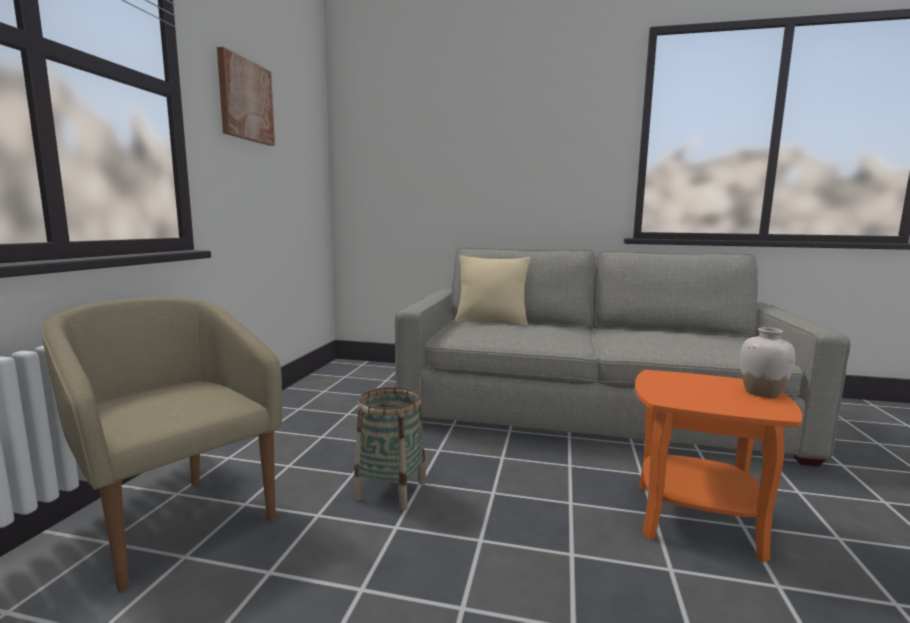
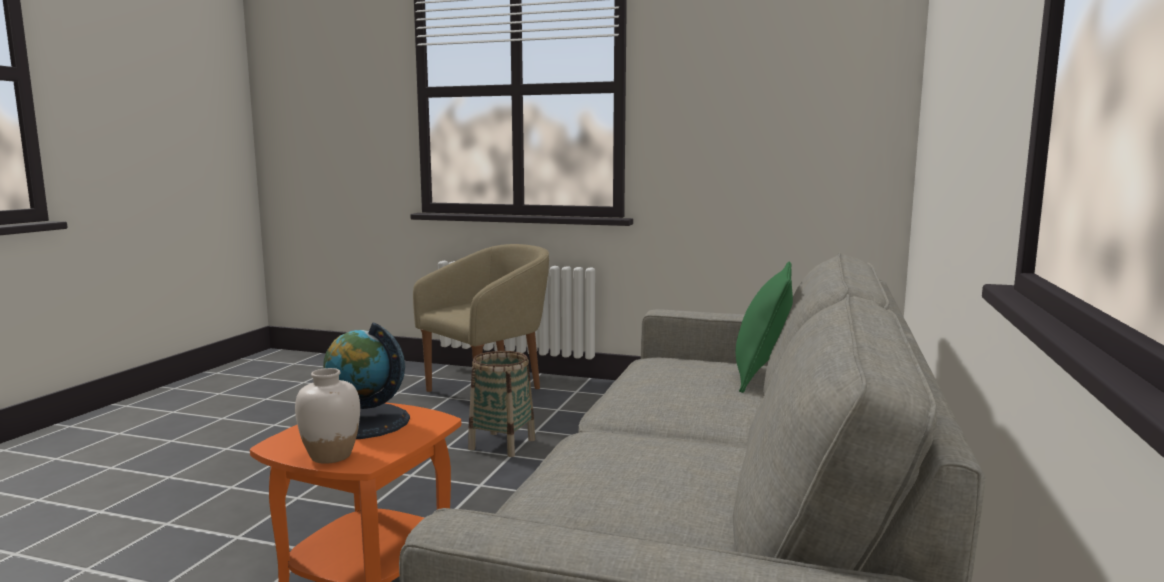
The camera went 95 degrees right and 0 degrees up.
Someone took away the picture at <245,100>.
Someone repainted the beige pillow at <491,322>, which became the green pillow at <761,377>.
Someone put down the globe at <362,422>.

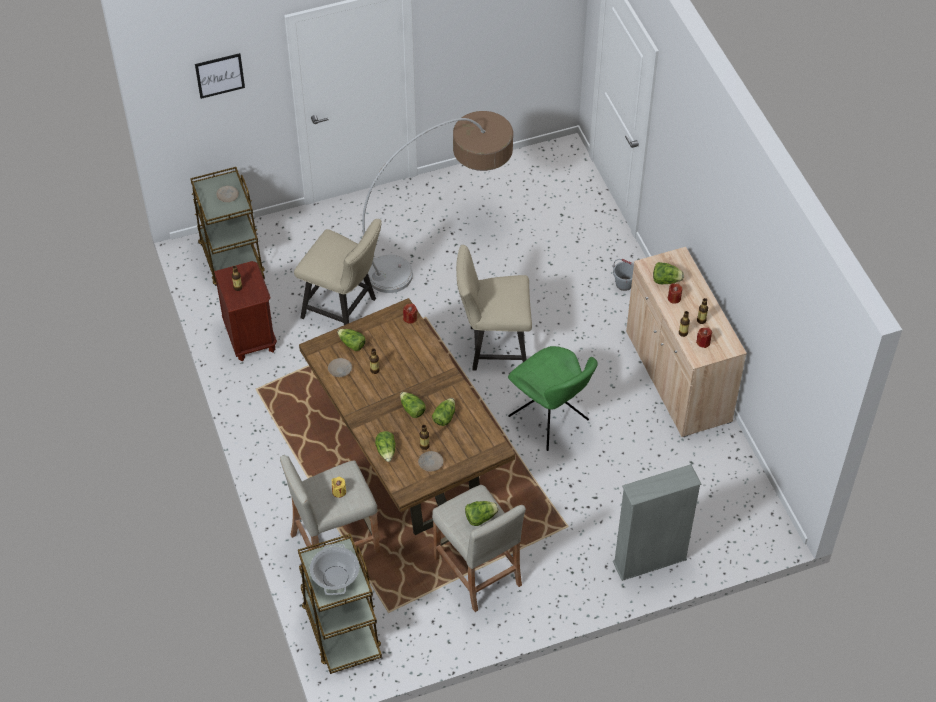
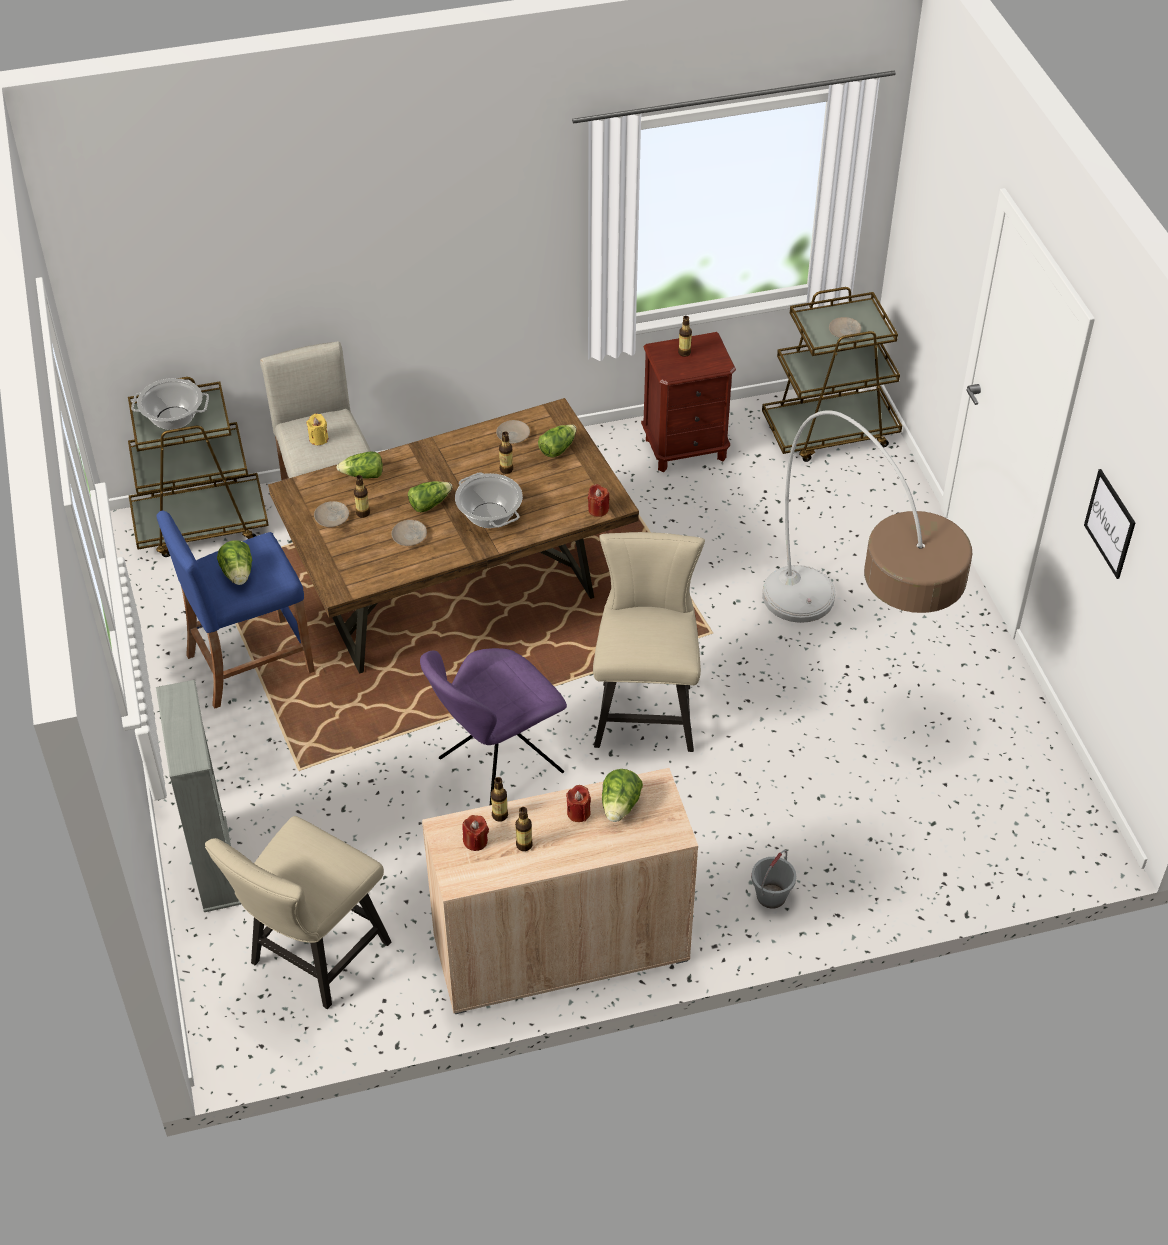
The camera went 95 degrees right and 5 degrees down.
Someone carried the picture from <220,75> to <1110,523>.
Someone carried the beige chair from <344,309> to <313,958>.
Someone repainted the green chair at <550,420>, which became the purple chair at <496,767>.
Someone swapped the lettuce at <444,416> for the beige plate at <409,536>.
Someone repainted the beige stool at <477,571>, which became the blue stool at <250,663>.
Someone put down the cooking pot at <490,515>.

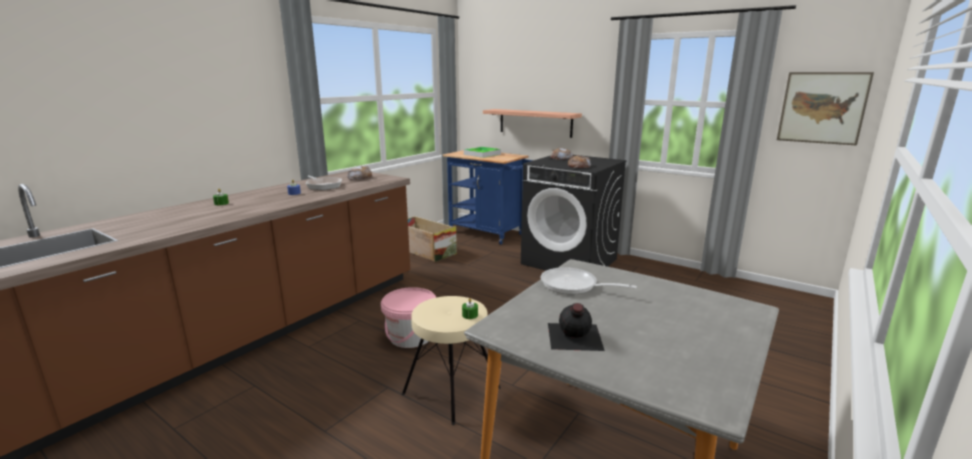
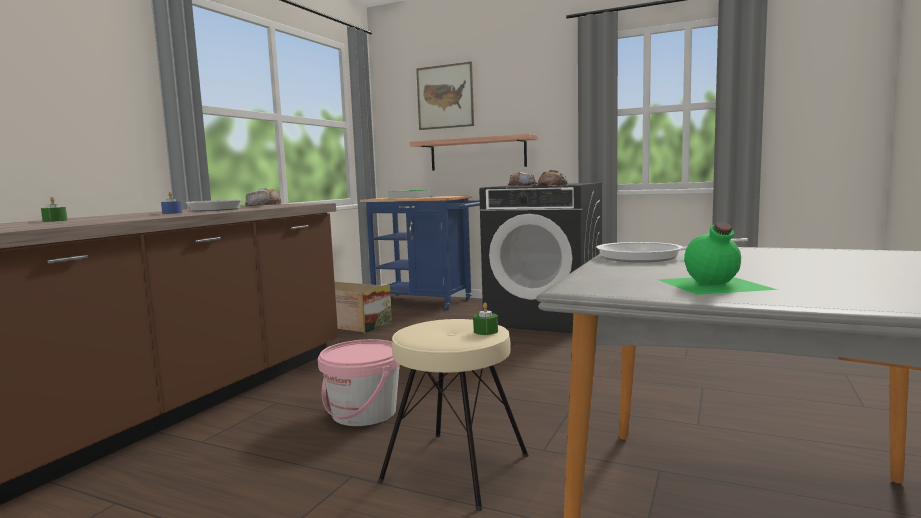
The camera went 10 degrees left and 10 degrees down.
Someone carried the picture from <822,108> to <445,96>.
Someone repainted the black bottle at <573,336>, which became the green bottle at <713,284>.

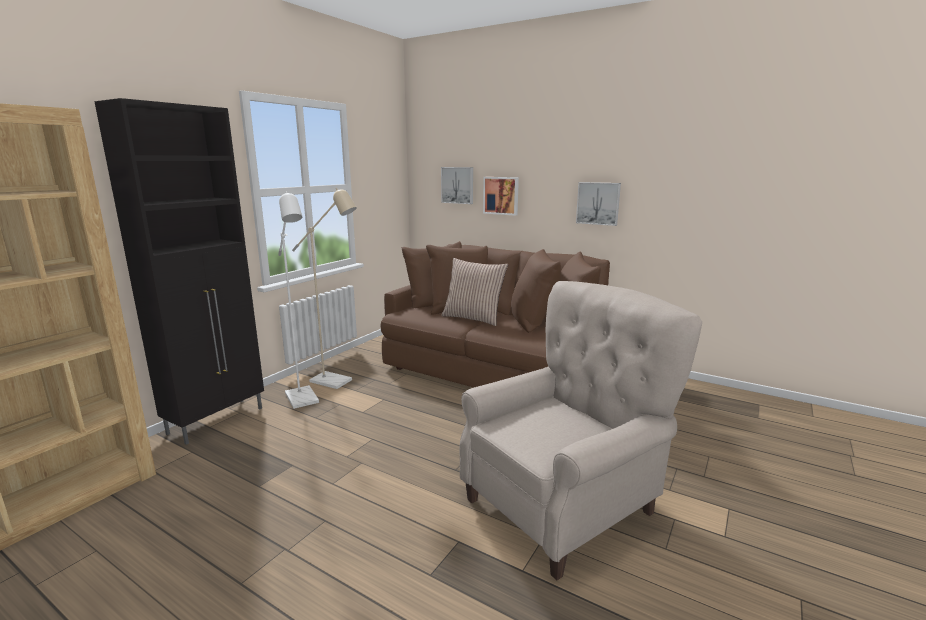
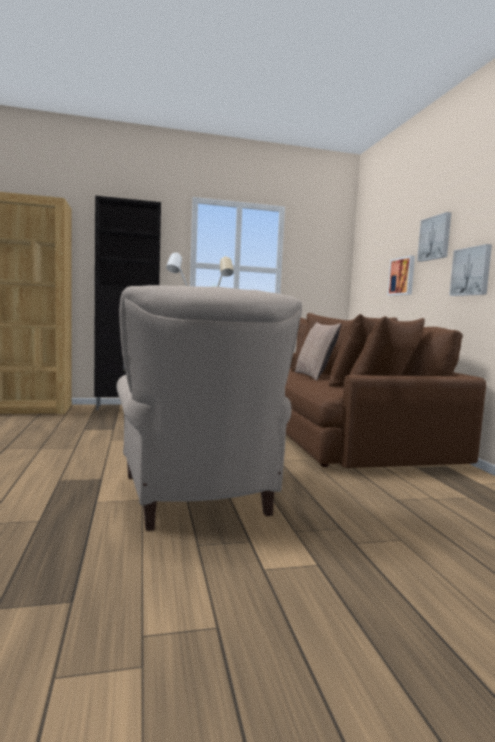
The camera went 45 degrees right and 10 degrees down.
Someone carried the picture from <458,185> to <435,238>.
Someone rotated the beige armchair at <565,503> by 60 degrees clockwise.

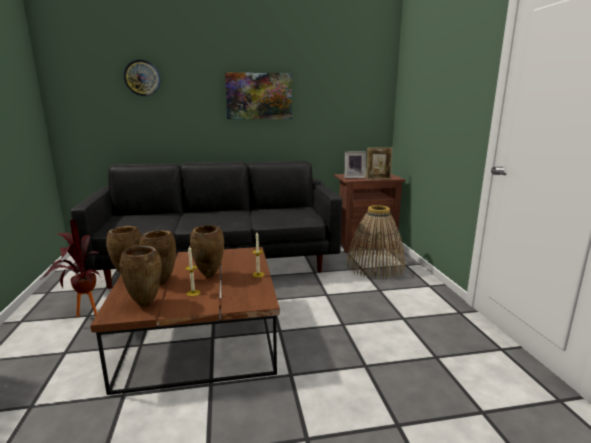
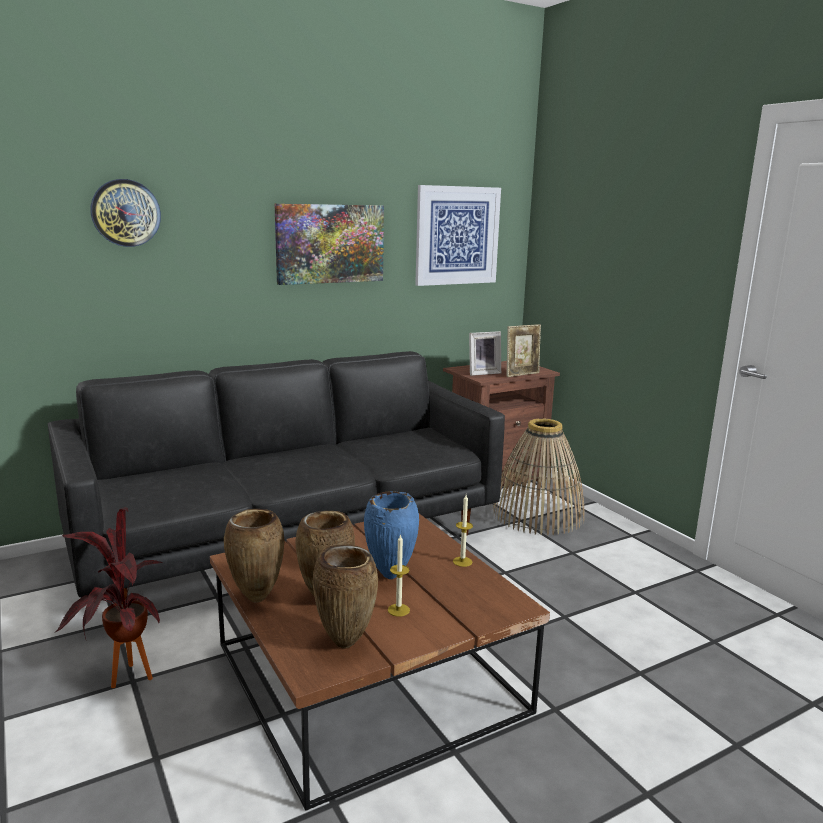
The camera went 20 degrees left and 0 degrees up.
Someone repainted the brown vase at <209,276>, which became the blue vase at <391,576>.
Someone put up the picture at <457,235>.

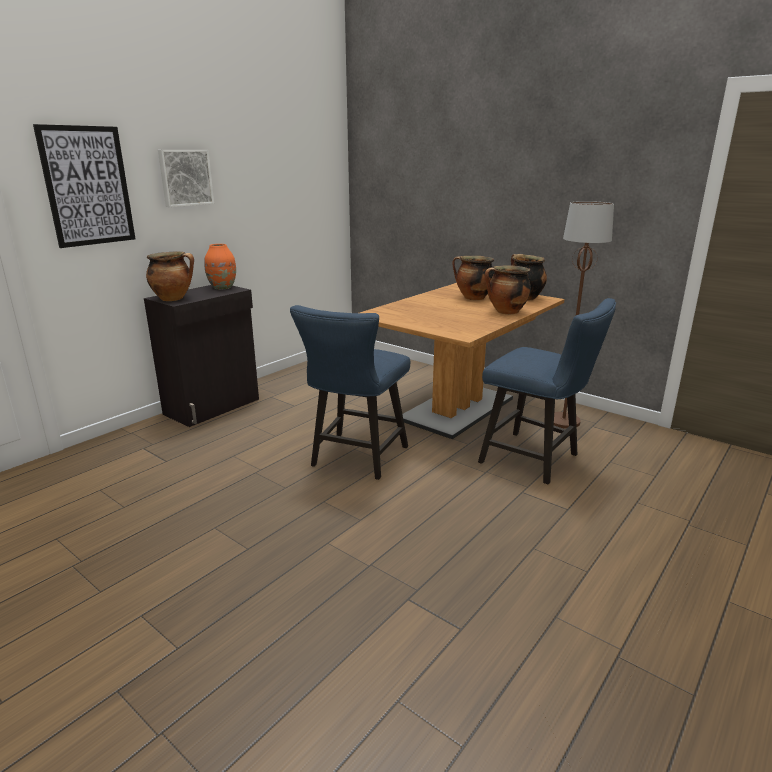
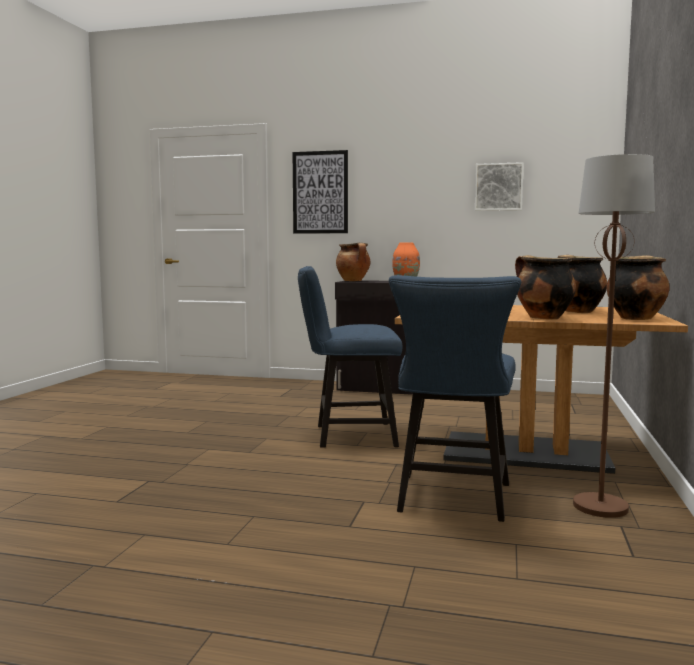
The camera went 65 degrees right and 15 degrees down.
Someone carried the picture from <185,177> to <498,187>.

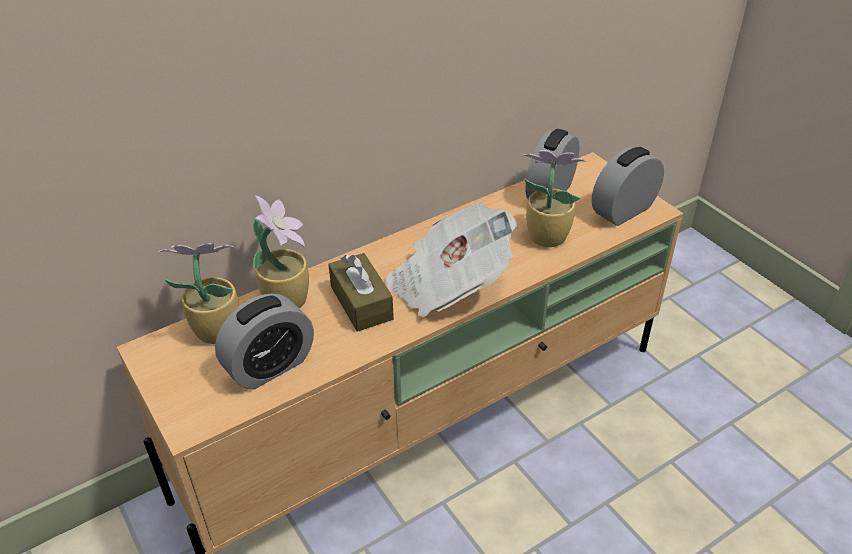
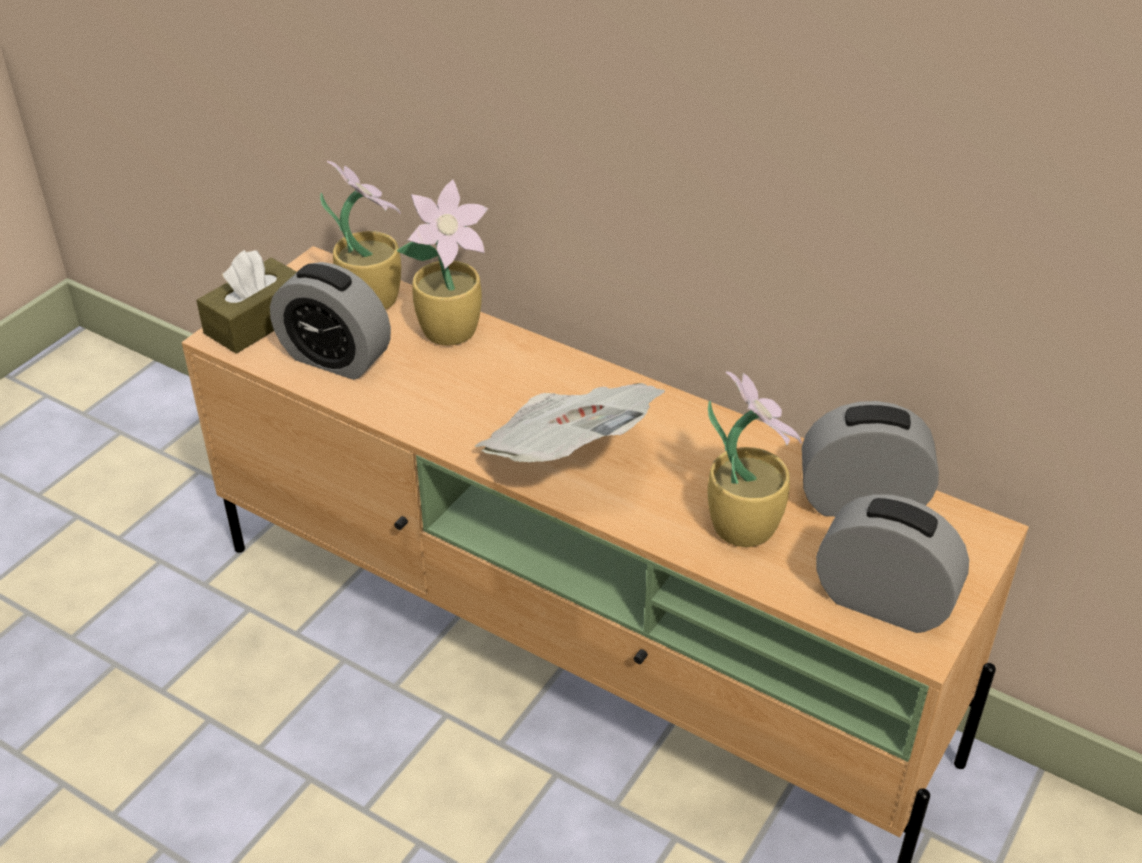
The camera went 65 degrees right and 0 degrees up.
Someone carried the brown tissue box from <361,303> to <257,321>.

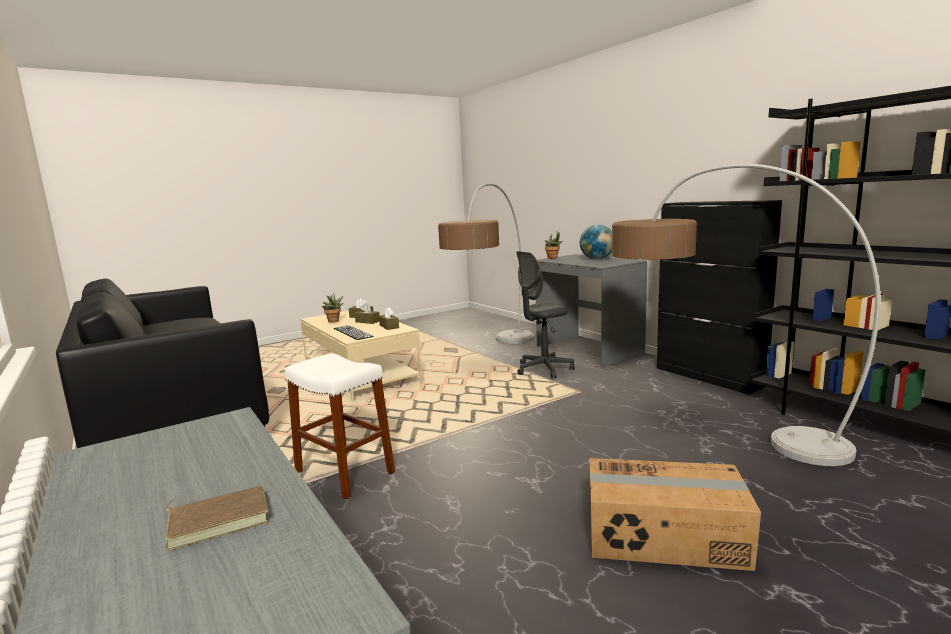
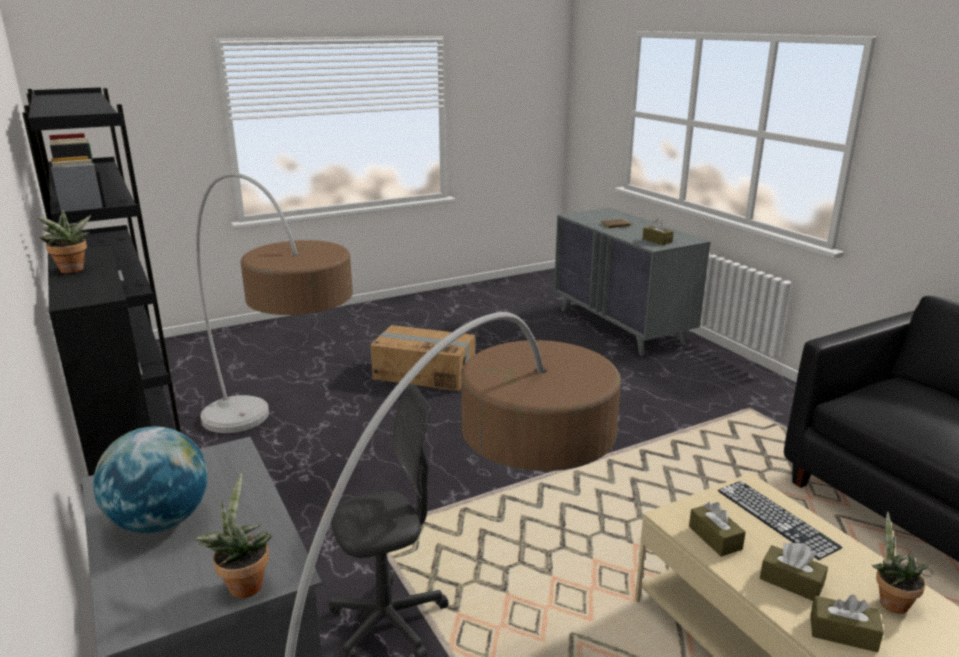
The camera went 175 degrees left and 10 degrees up.
Someone took away the white stool at <344,472>.
Someone put down the potted plant at <72,271>.
Someone put down the brown tissue box at <657,241>.

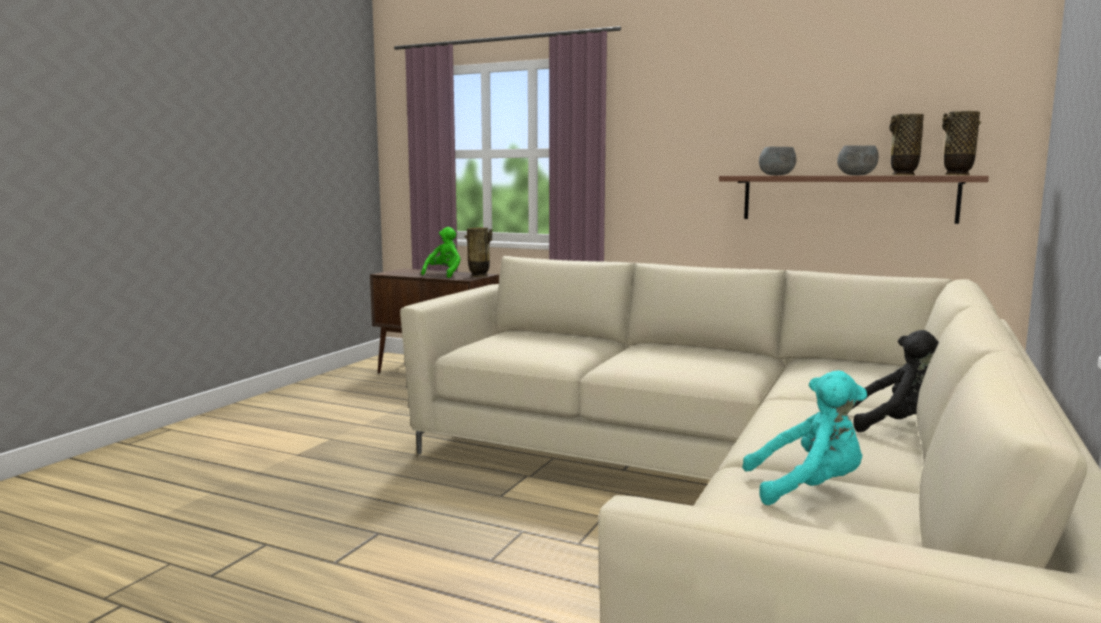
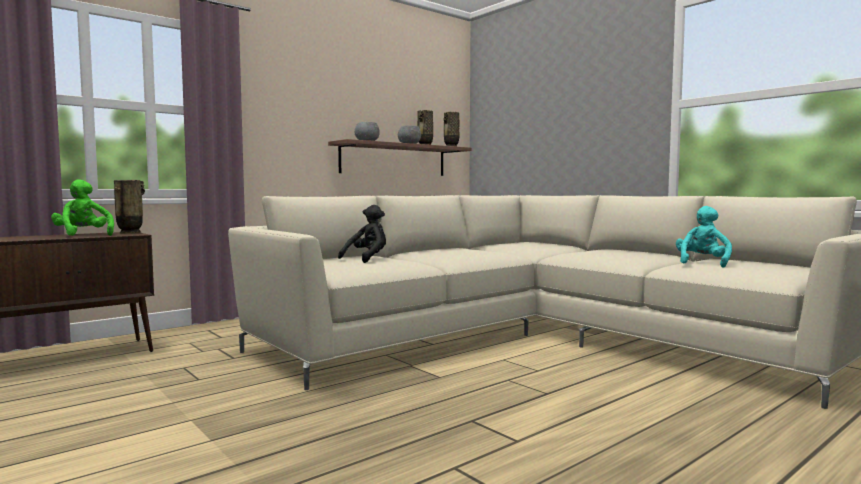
The camera went 65 degrees left and 5 degrees down.
Someone carried the black plush toy from <895,424> to <367,259>.

